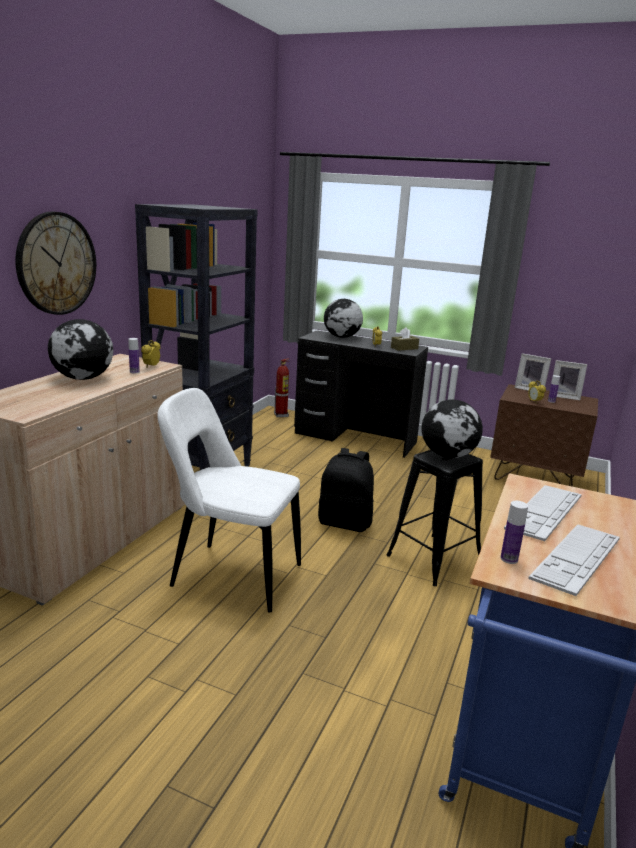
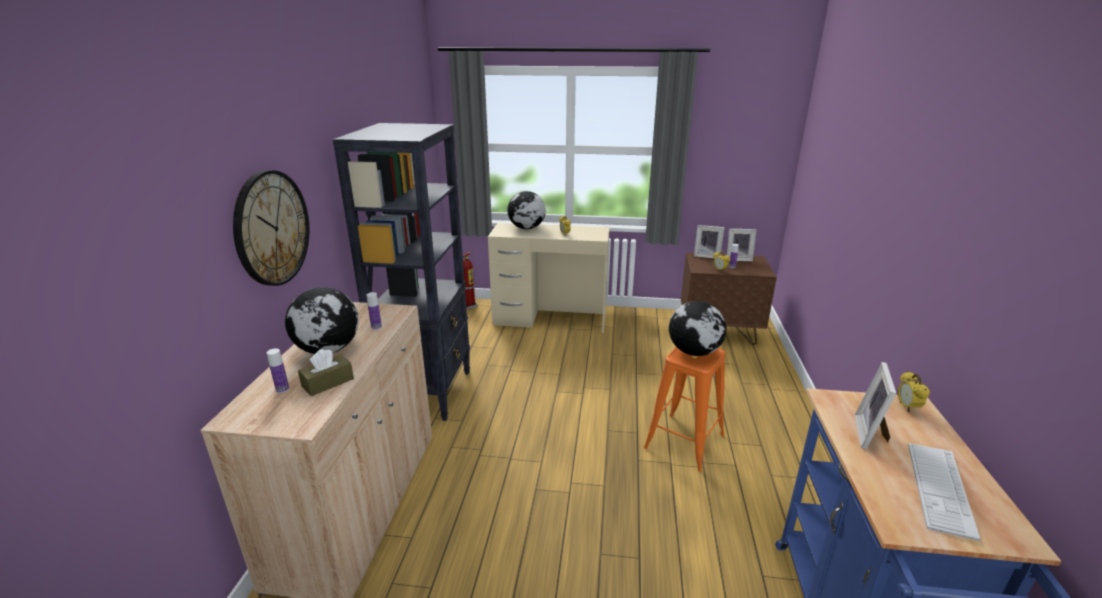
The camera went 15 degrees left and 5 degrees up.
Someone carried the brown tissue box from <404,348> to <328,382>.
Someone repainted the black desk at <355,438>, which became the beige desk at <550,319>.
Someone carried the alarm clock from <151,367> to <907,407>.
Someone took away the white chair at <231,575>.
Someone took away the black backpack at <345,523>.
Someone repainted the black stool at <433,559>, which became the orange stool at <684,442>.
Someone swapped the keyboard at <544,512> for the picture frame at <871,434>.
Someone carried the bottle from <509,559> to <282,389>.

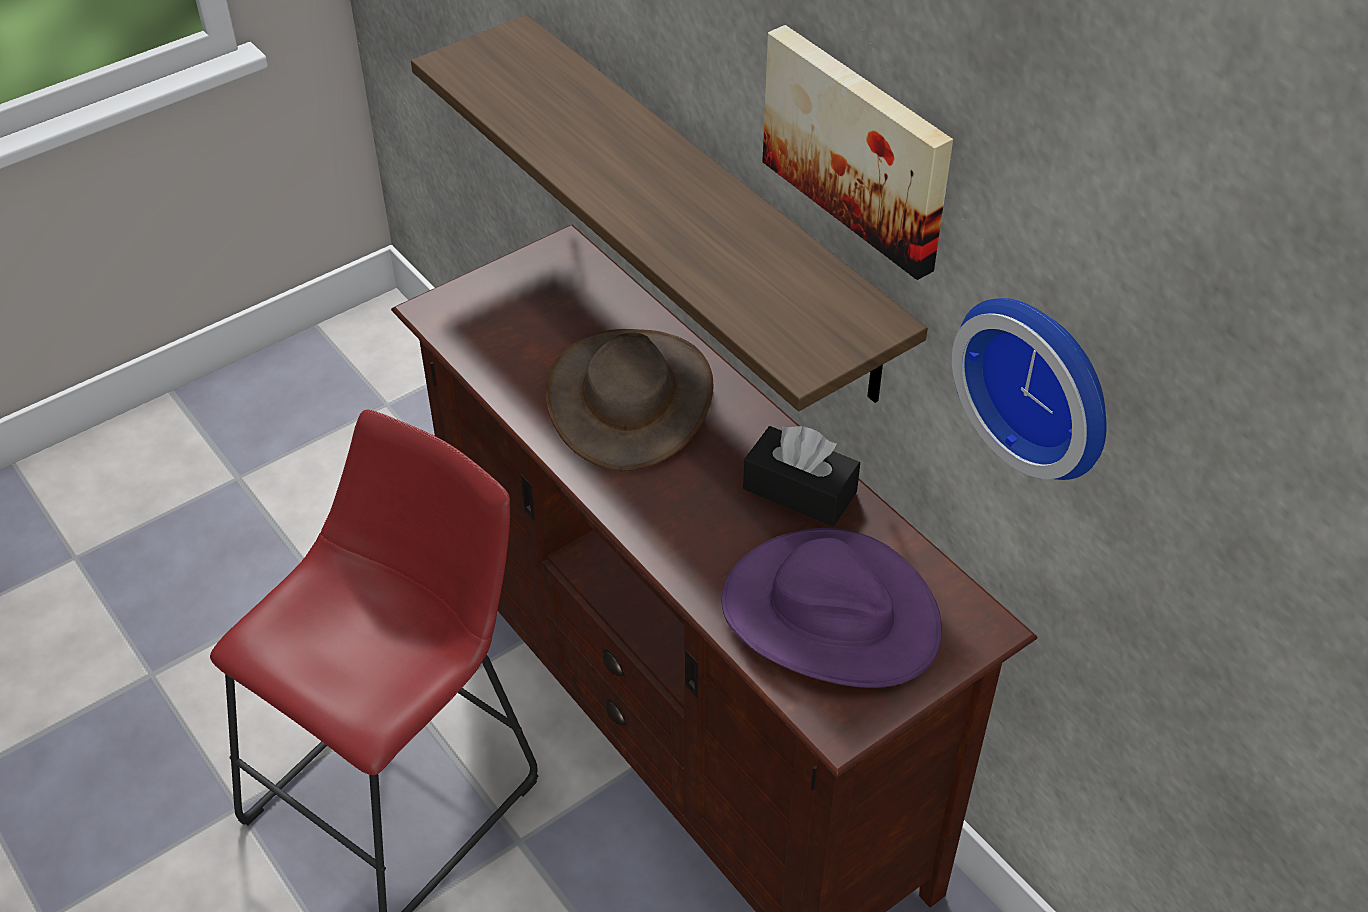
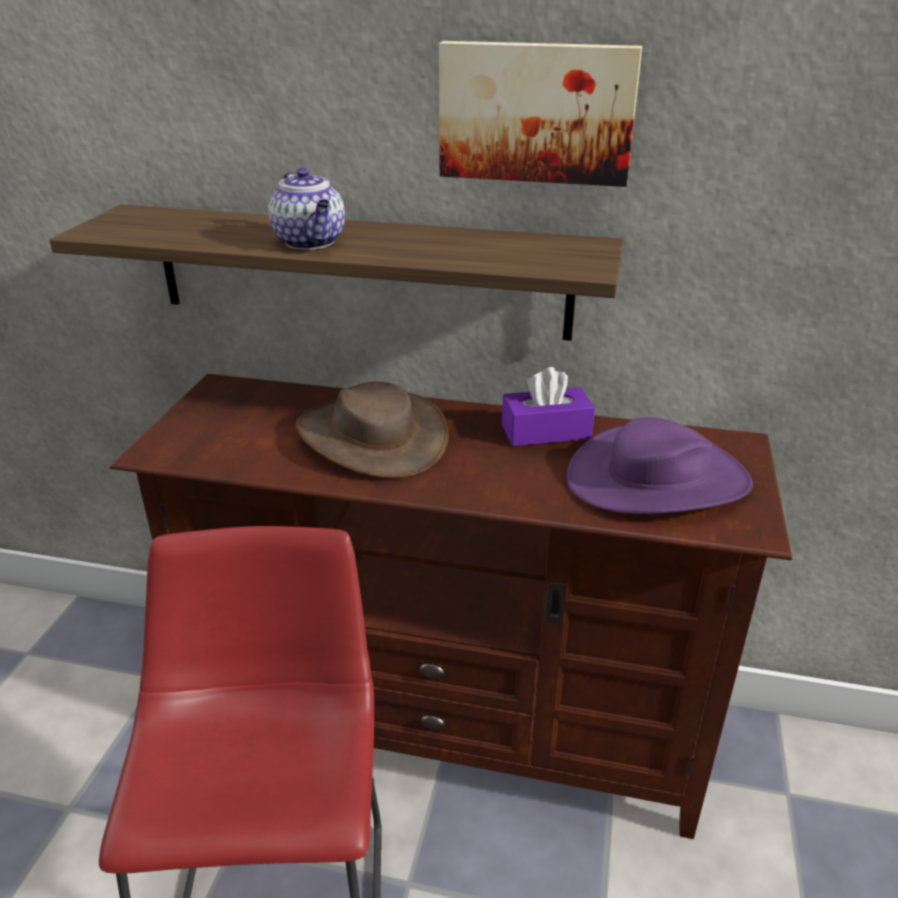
The camera went 40 degrees left and 15 degrees down.
Someone took away the wall clock at <1042,382>.
Someone repainted the black tissue box at <799,490>, which became the purple tissue box at <546,431>.
Someone put down the teapot at <311,242>.

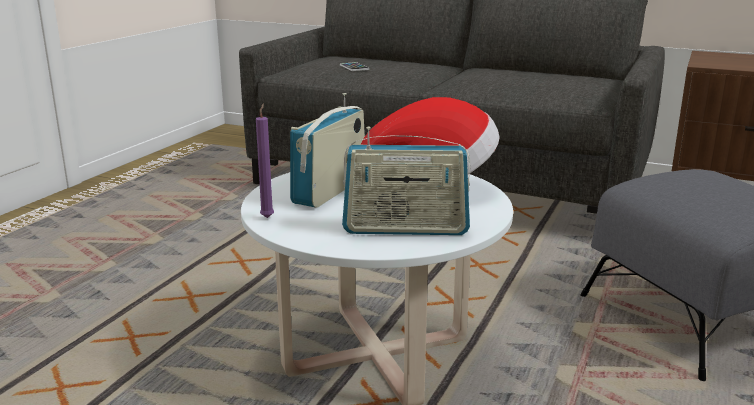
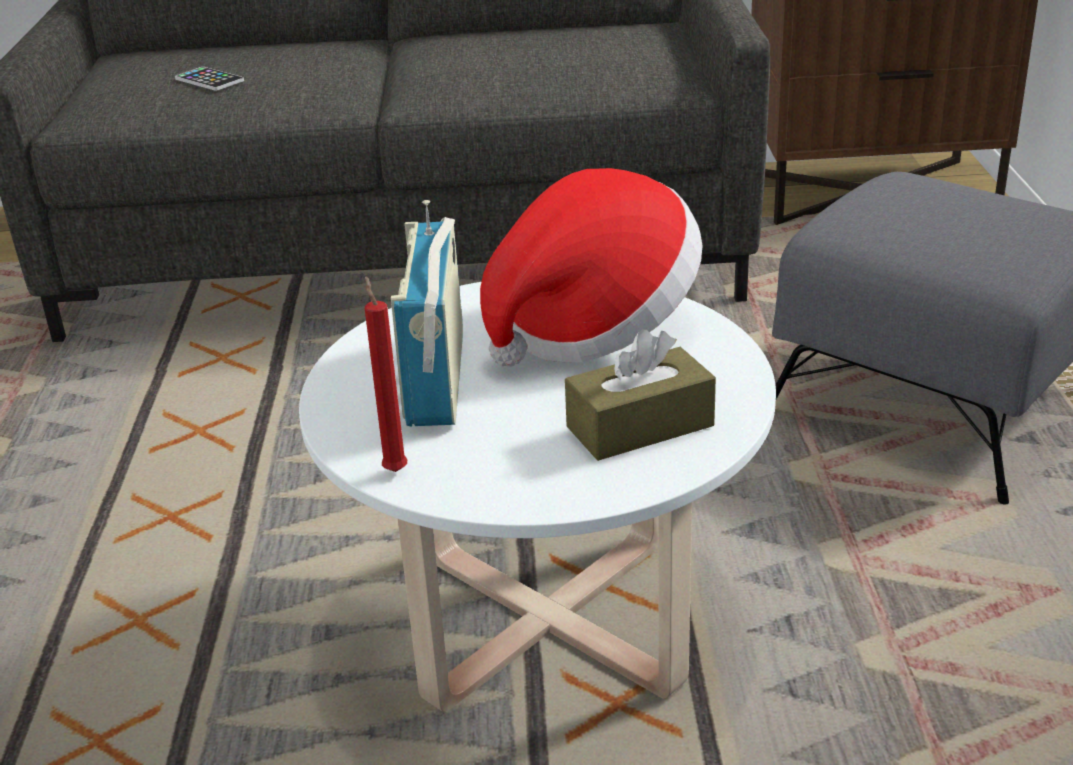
The camera went 25 degrees left and 10 degrees up.
Someone repainted the purple candle at <268,217>, which became the red candle at <394,469>.
Someone swapped the radio at <405,229> for the brown tissue box at <640,426>.

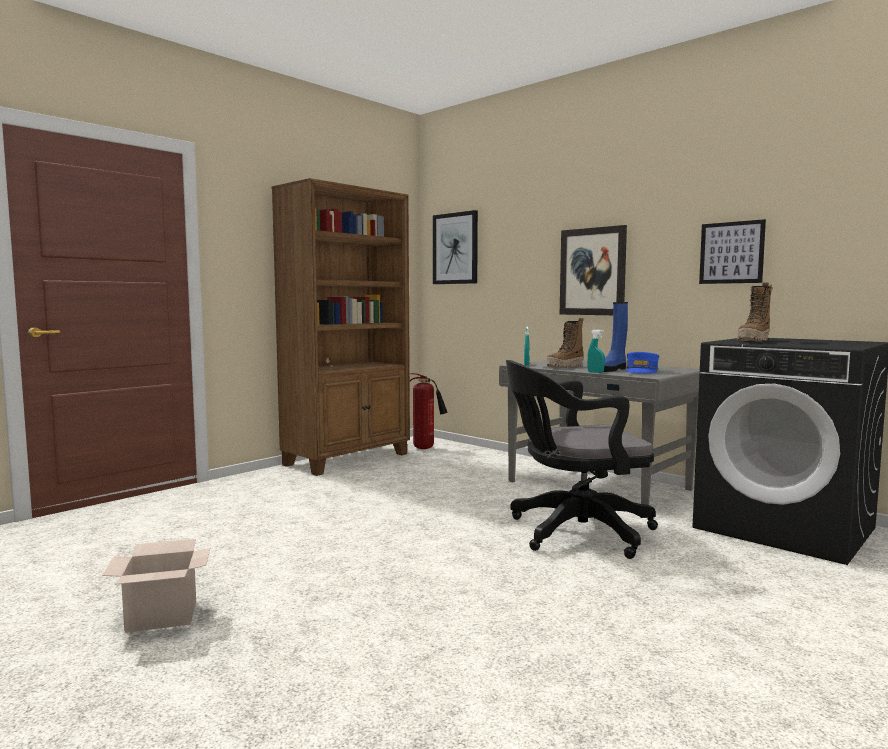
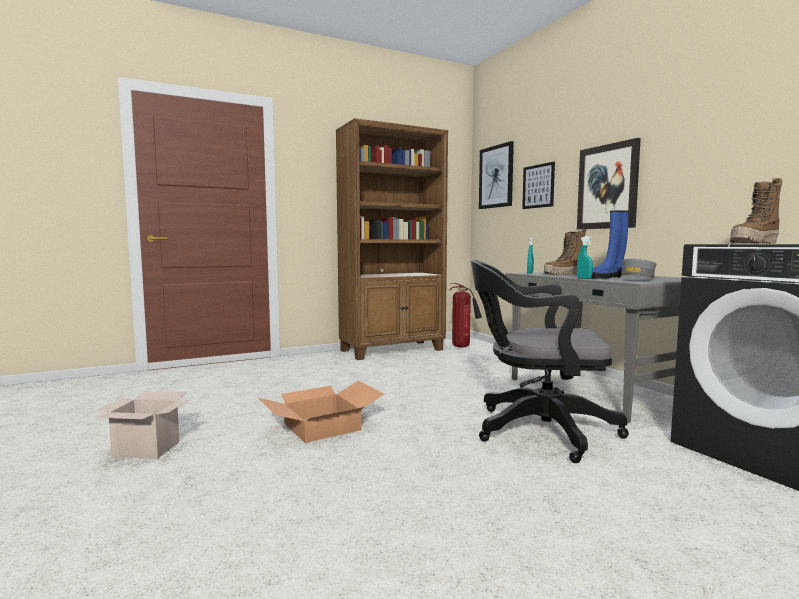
The camera went 20 degrees right and 0 degrees up.
Someone carried the picture from <731,252> to <538,186>.
Someone repainted the blue cap at <642,371>, which became the grey cap at <636,279>.
Someone put down the cardboard box at <322,426>.

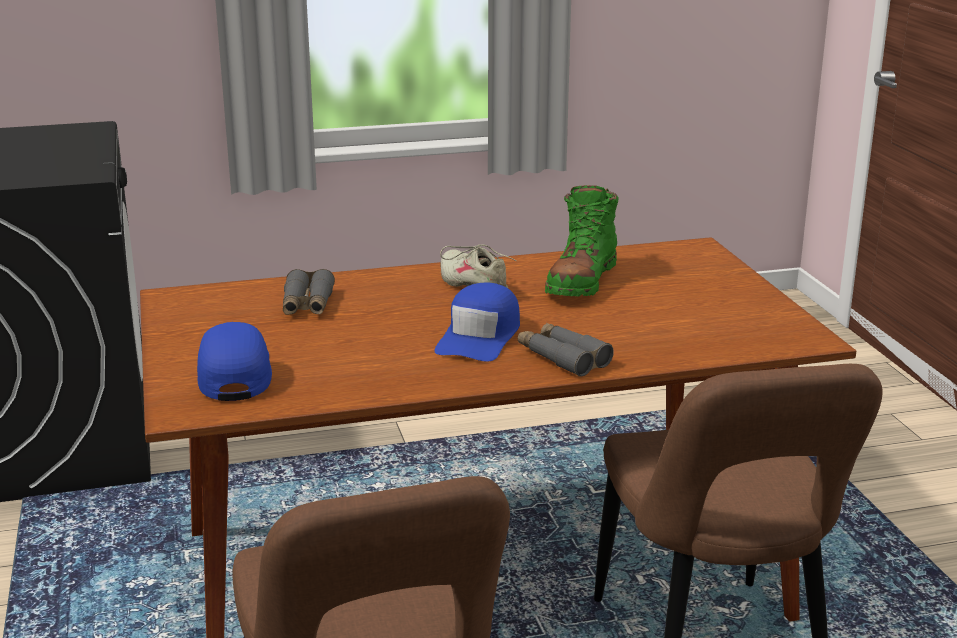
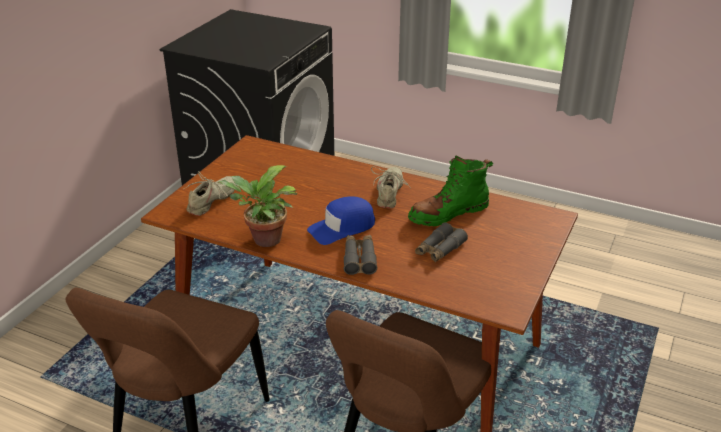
The camera went 40 degrees right and 10 degrees up.
Someone carried the grey binoculars from <307,305> to <440,249>.
Someone swapped the blue cap at <234,374> for the beige shoe at <212,201>.
Someone put down the potted plant at <263,240>.

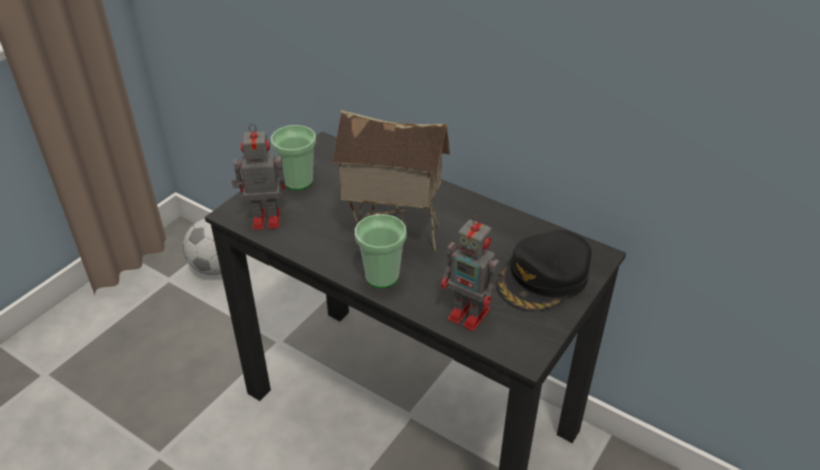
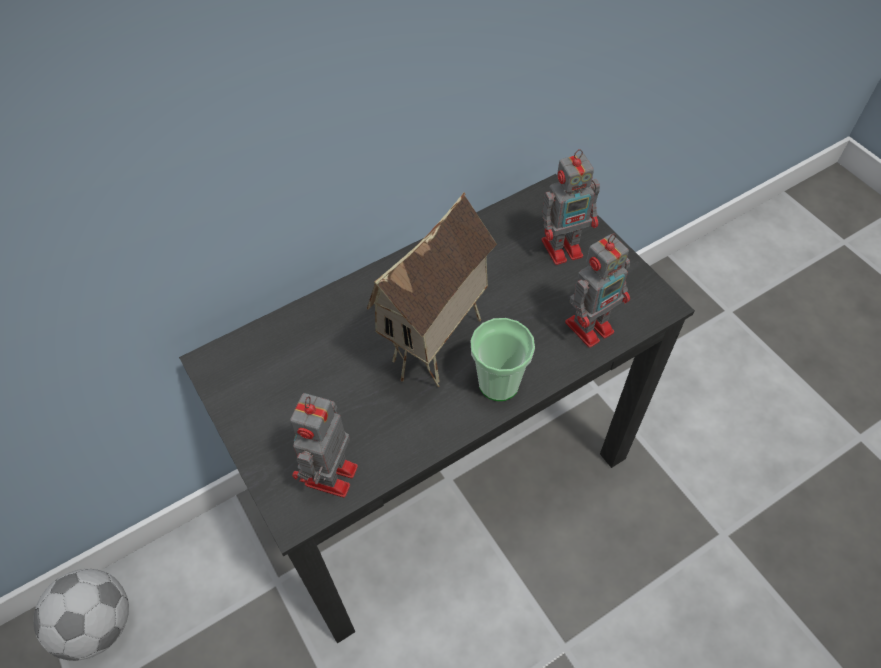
The camera went 65 degrees left and 15 degrees up.
Someone took away the cup at <298,181>.
Someone swapped the black cap at <544,278> for the toy robot at <564,247>.

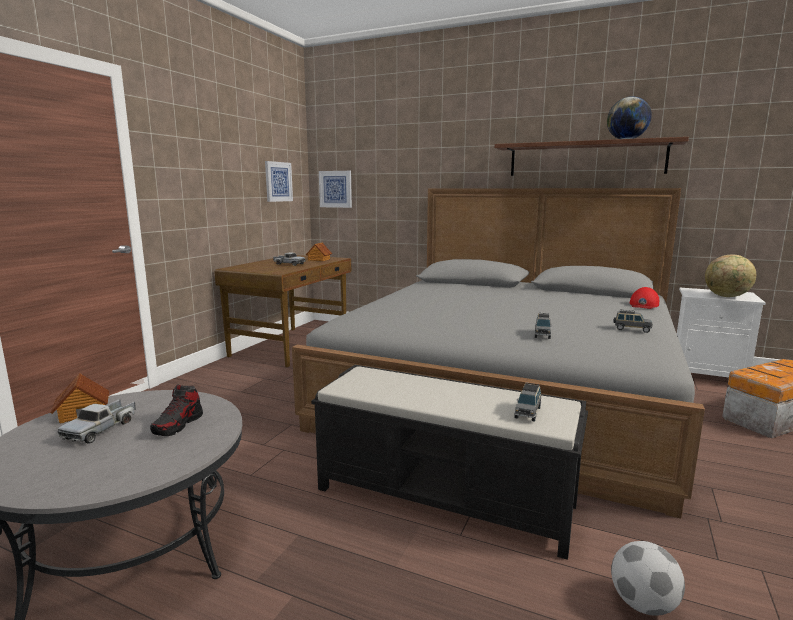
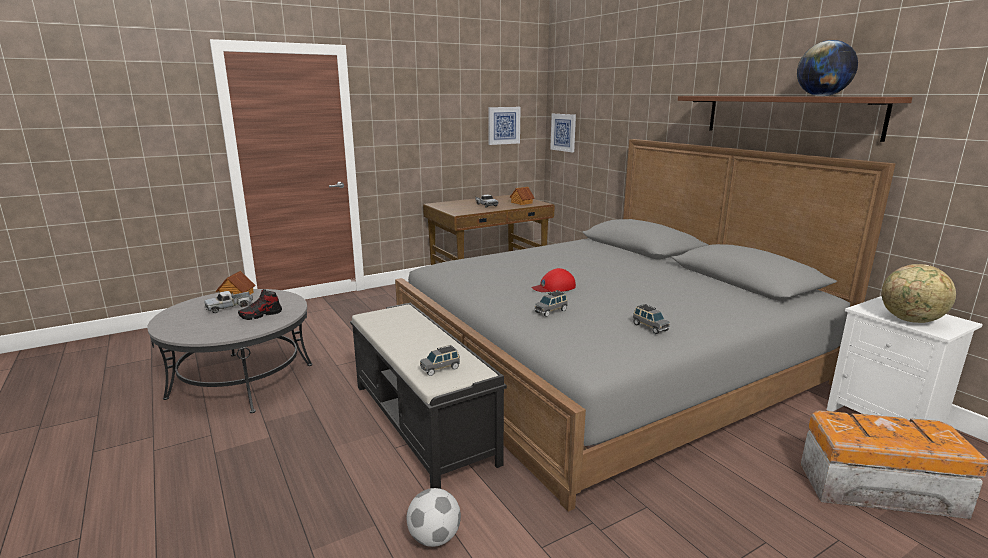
The camera went 35 degrees right and 5 degrees up.
Someone carried the red cap from <643,305> to <554,287>.

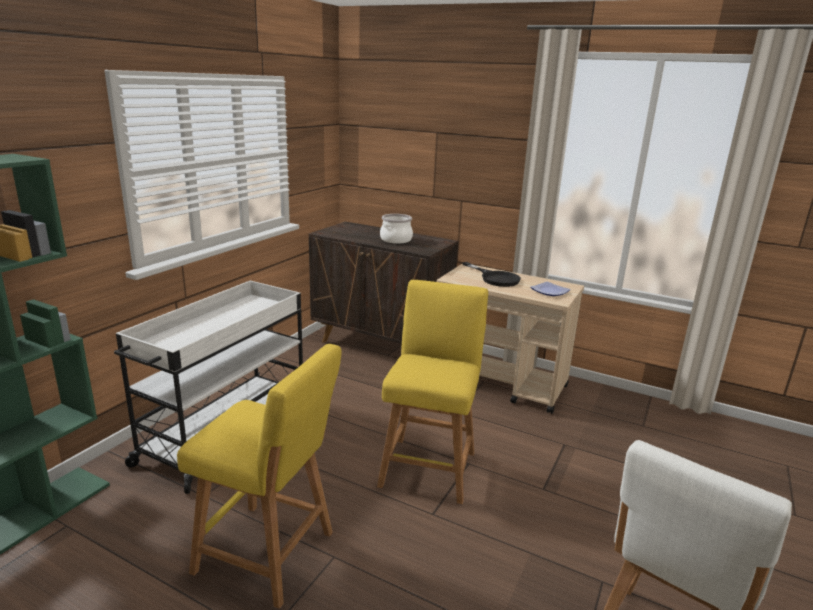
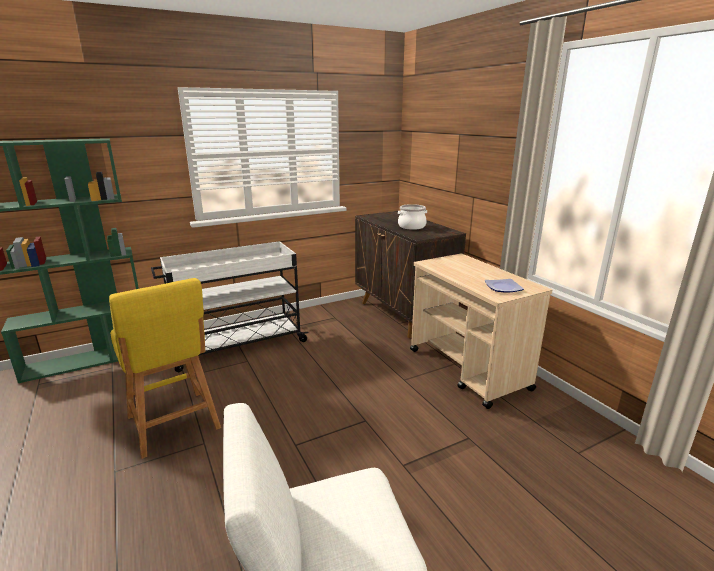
The camera went 35 degrees right and 0 degrees up.
Someone took away the black frying pan at <495,278>.
Someone took away the yellow stool at <429,465>.

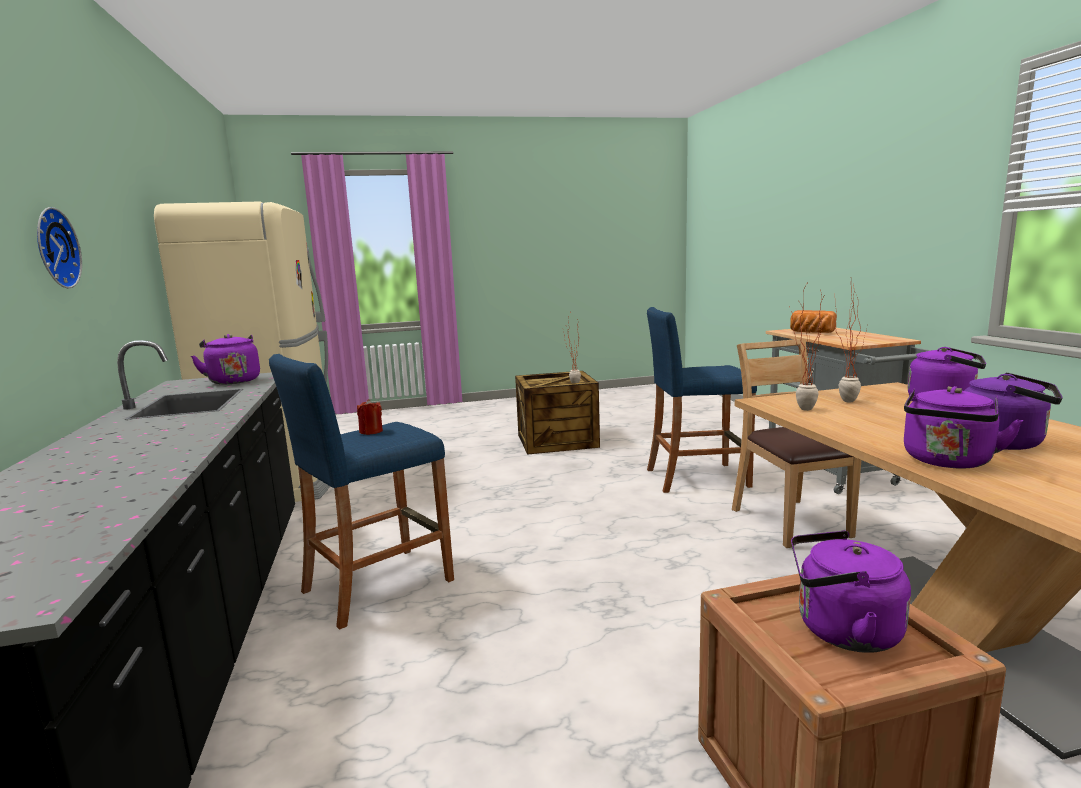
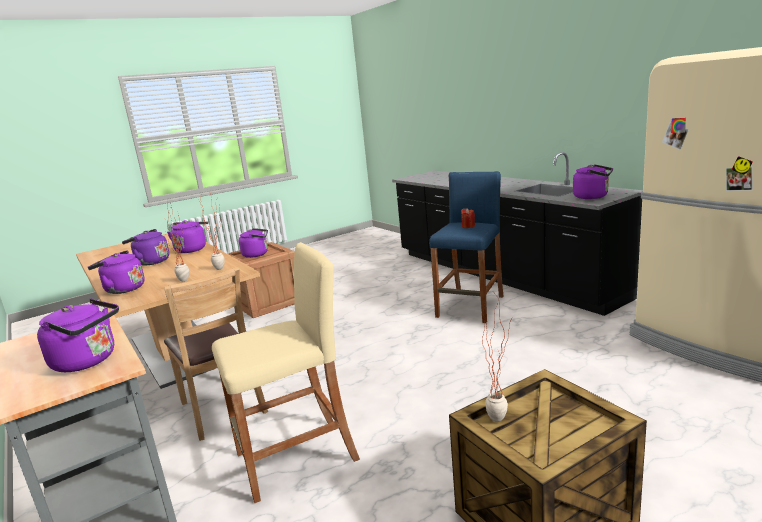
The camera went 160 degrees right and 5 degrees up.
Someone took away the wall clock at <53,248>.
Someone repainted the blue stool at <697,478>, which became the beige stool at <296,457>.
Someone swapped the bread at <810,332> for the purple kettle at <88,361>.

